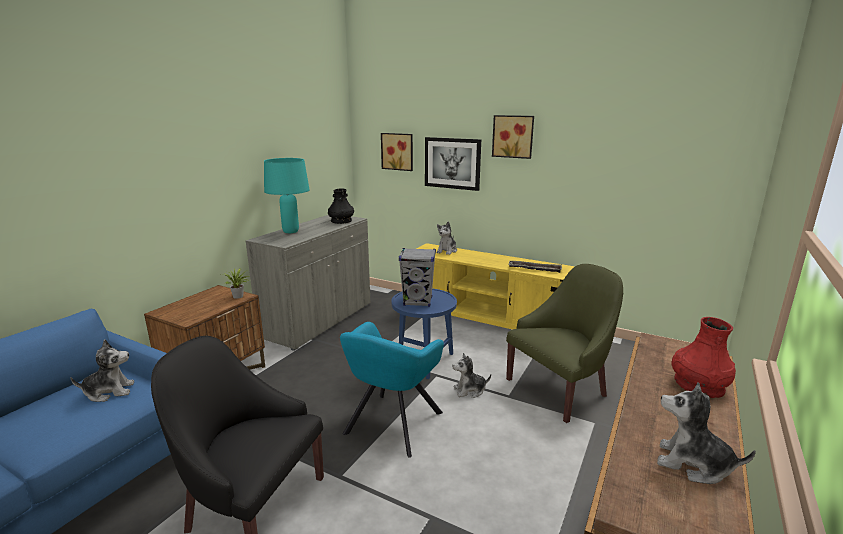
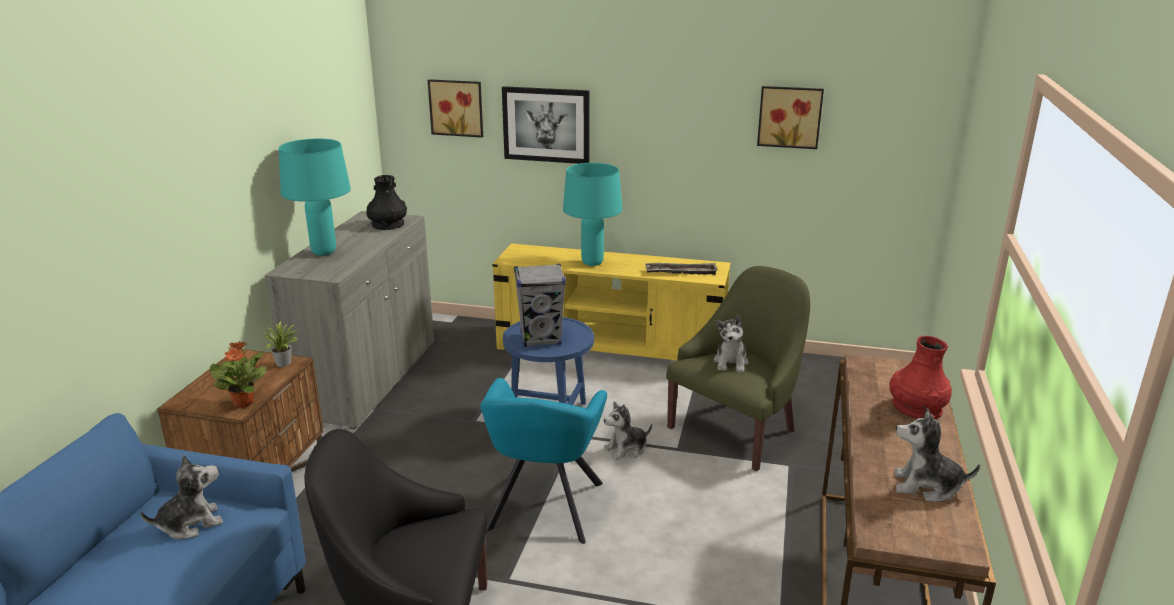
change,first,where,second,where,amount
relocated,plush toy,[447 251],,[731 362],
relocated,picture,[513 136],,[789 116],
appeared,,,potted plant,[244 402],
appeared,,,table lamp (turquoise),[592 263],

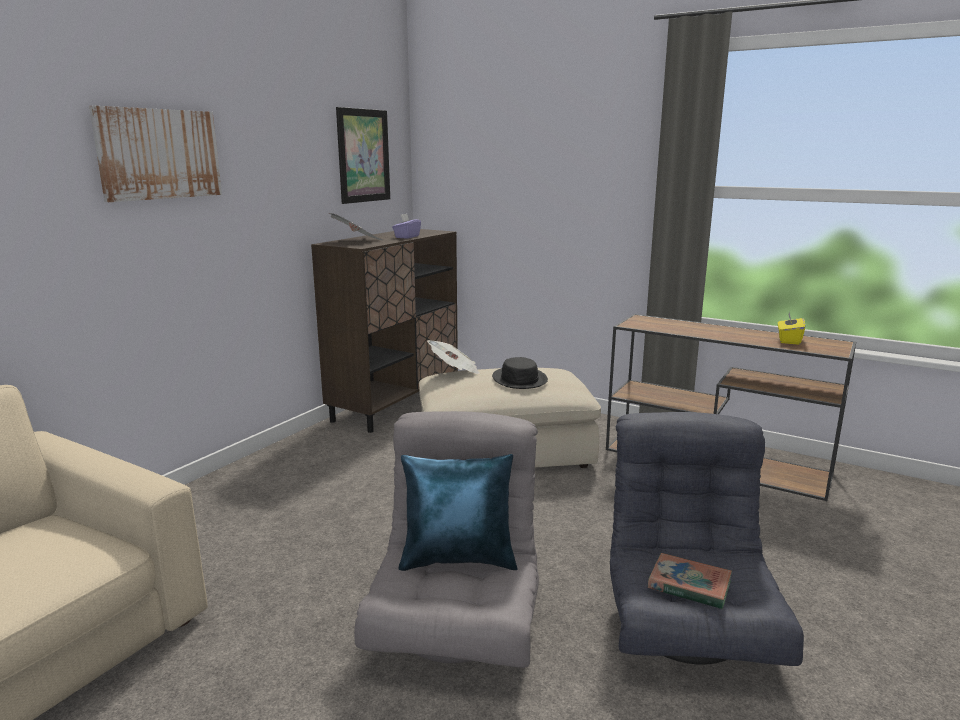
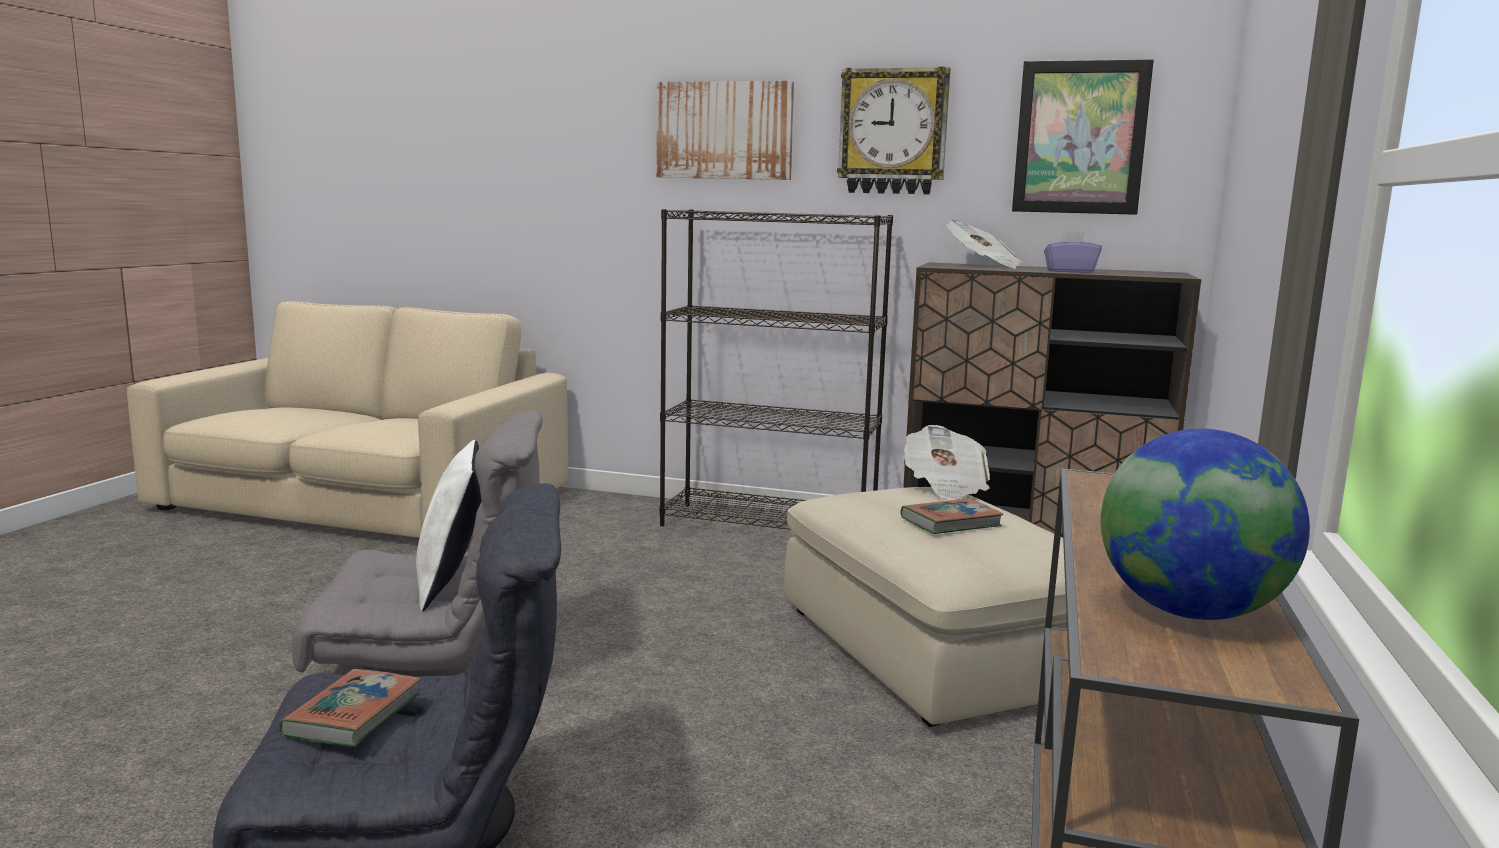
change,first,where,second,where,amount
colour,pillow (blue),[458 559],pillow (white),[453 584],
exchanged,hat (black),[520 379],book,[950 522],
exchanged,tissue box (yellow),[788 340],globe,[1189 612],
appeared,,,bookcase (black),[770 525],
appeared,,,wall clock,[893 132],

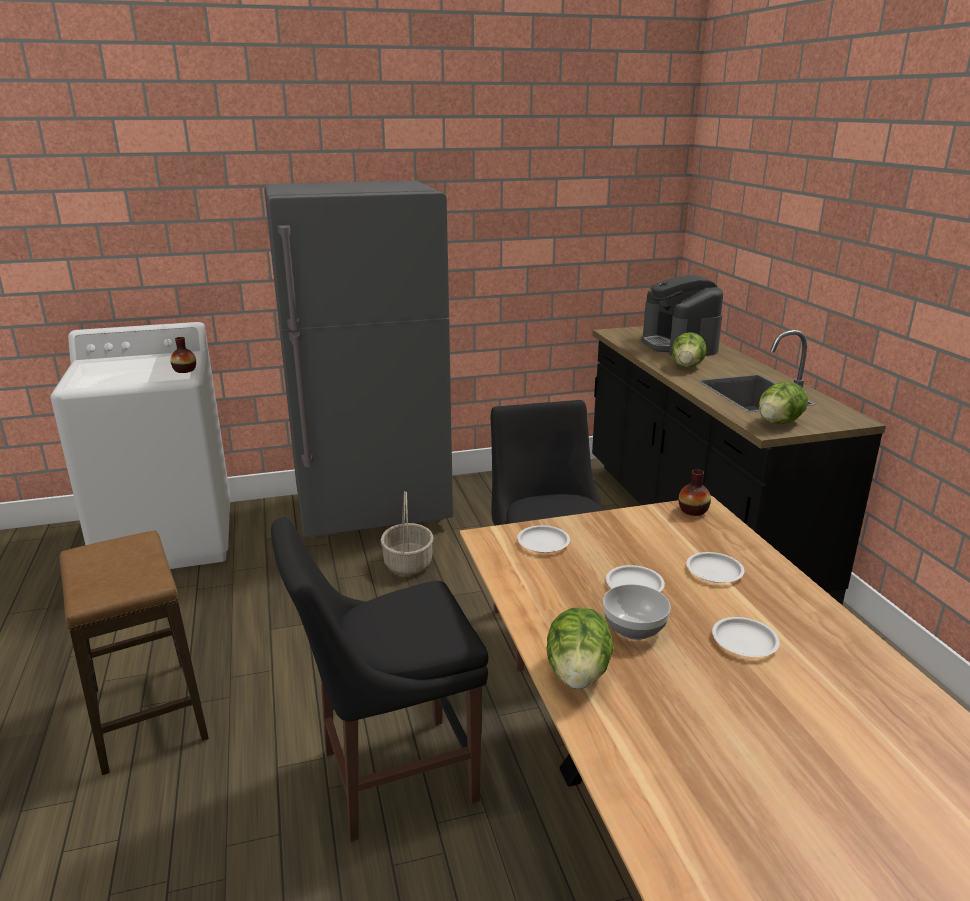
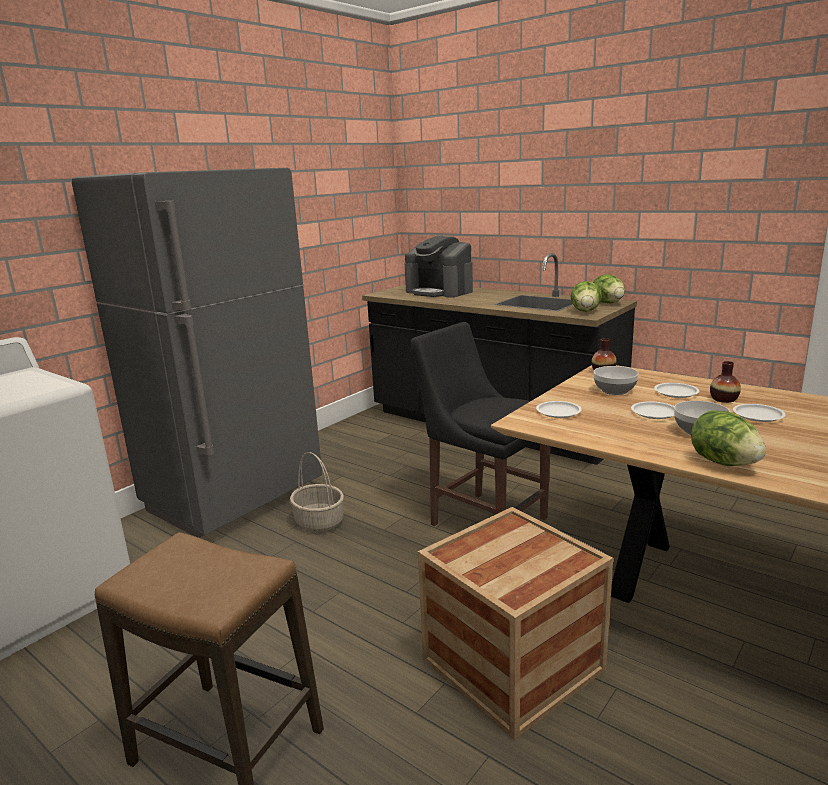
change,first,where,second,where,amount
relocated,vase,[185 370],,[723 399],
exchanged,chair (black),[390 776],crate,[512 665],
relocated,lettuce,[686 366],,[608 303],
appeared,,,bowl,[614 390],

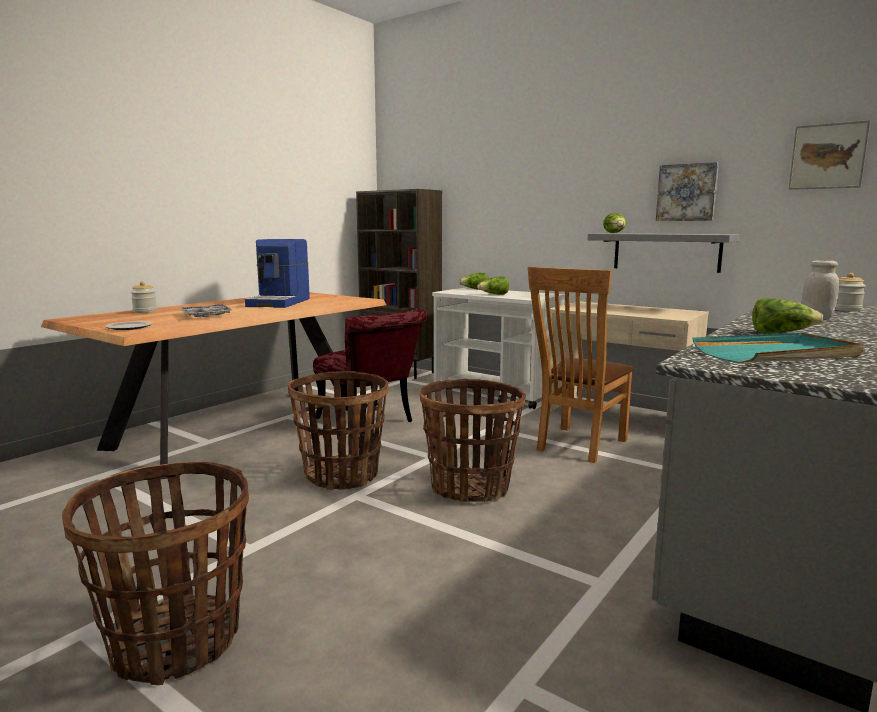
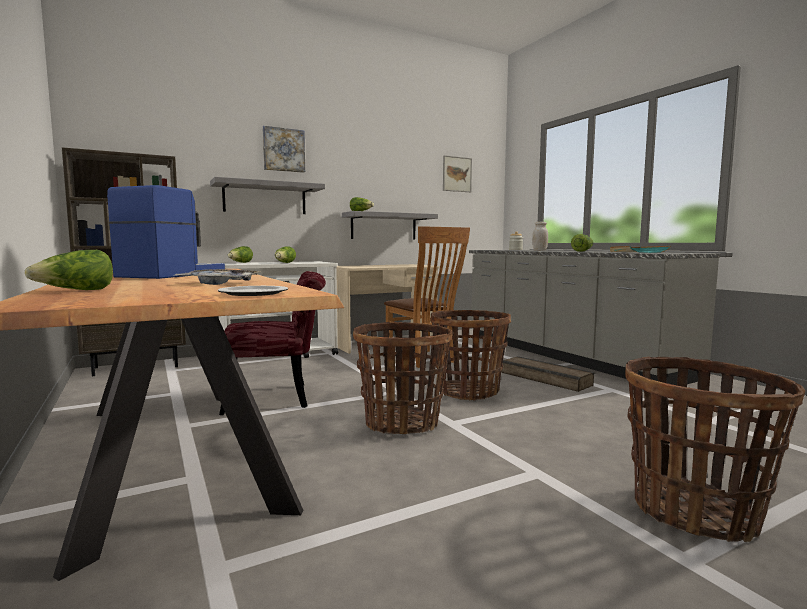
change,first,where,second,where,amount
exchanged,jar,[145 311],lettuce,[76 291],
spun,coffee machine,[280 302],,[170 275],105 degrees counterclockwise
relocated,picture,[687 192],,[283 150],
appeared,,,shelf (grey),[265 198],
appeared,,,crate,[544 379],

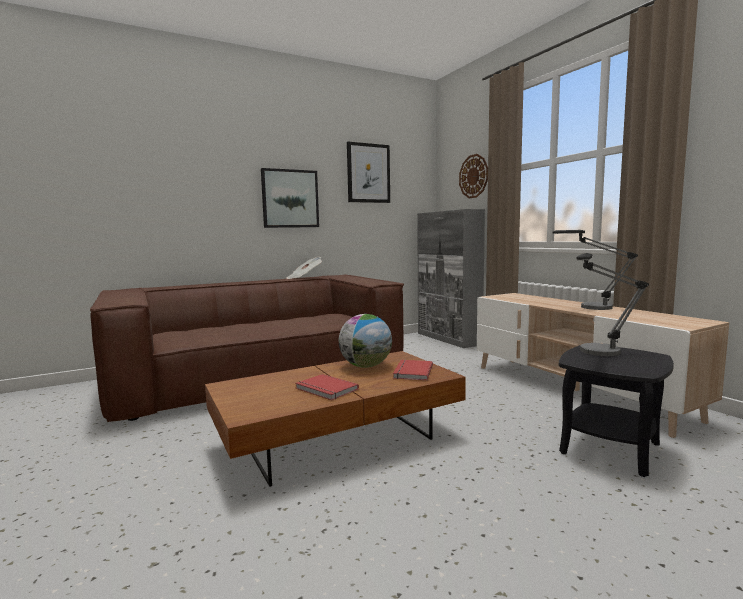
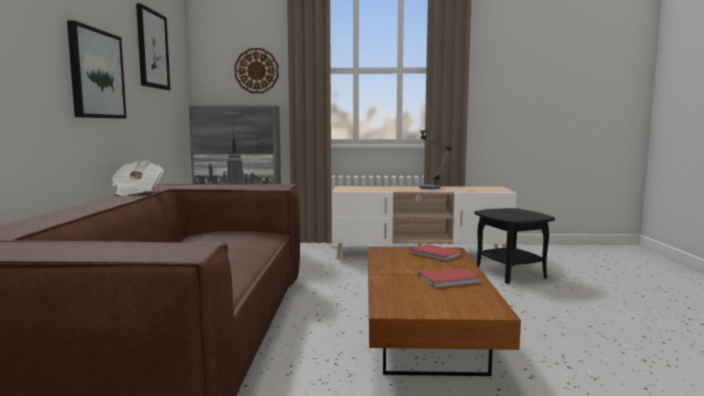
change,first,where,second,where,amount
missing,globe,[366 366],,,
missing,table lamp,[597 354],,,

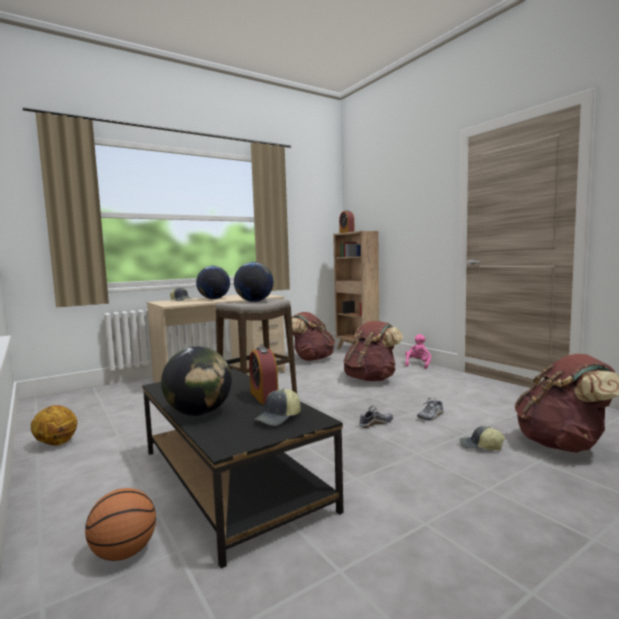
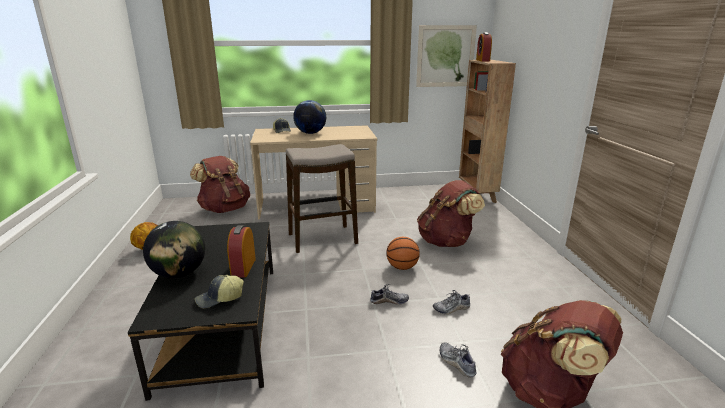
change,first,where,second,where,amount
relocated,basketball,[124 552],,[402 267],
missing,globe,[254 301],,,
relocated,backpack (brown),[312 359],,[225 209],
missing,plush toy (pink),[418 364],,,
exchanged,cap,[481 447],shoe,[456 363],
appeared,,,picture,[445 56],

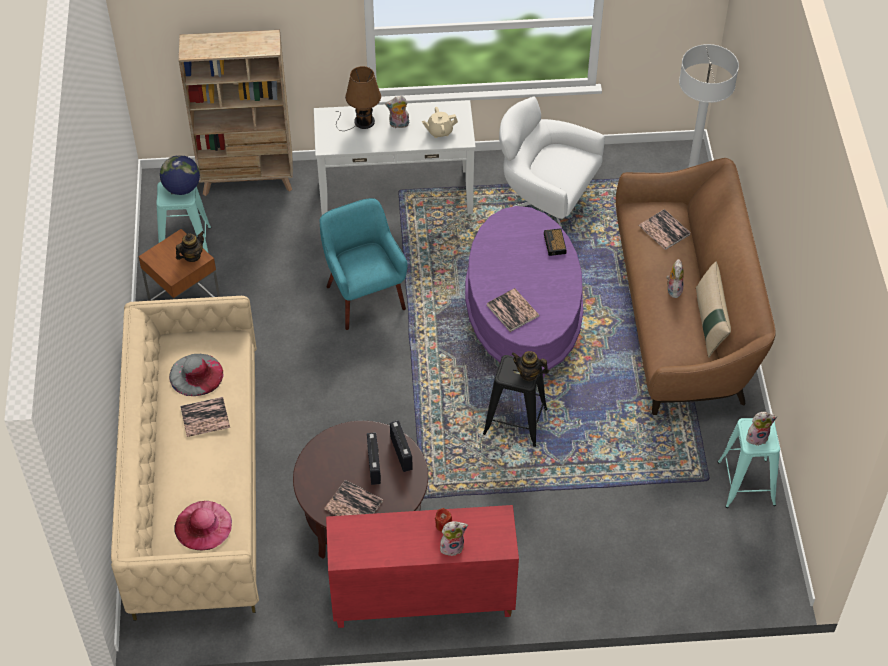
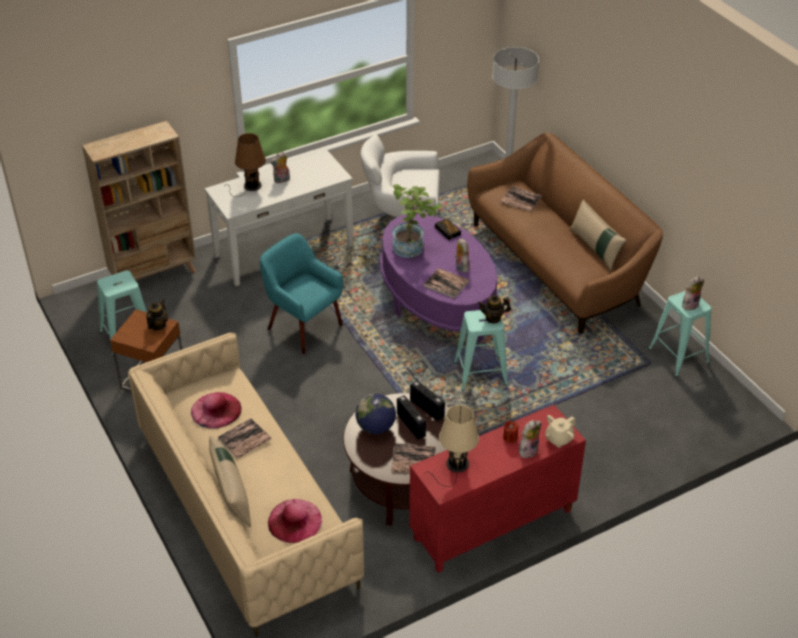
change,first,where,second,where,amount
relocated,globe,[182 188],,[376 427],
colour,hat (grey),[196 374],hat (pink),[216 410],
relocated,teapot (beige),[439 131],,[558 439],
colour,stool (black),[515 421],stool (turquoise),[480 373],
relocated,plush toy,[673 289],,[461 267],
appeared,,,pillow (beige),[232 495],
appeared,,,potted plant,[412 247],
appeared,,,table lamp (beige),[455 465],

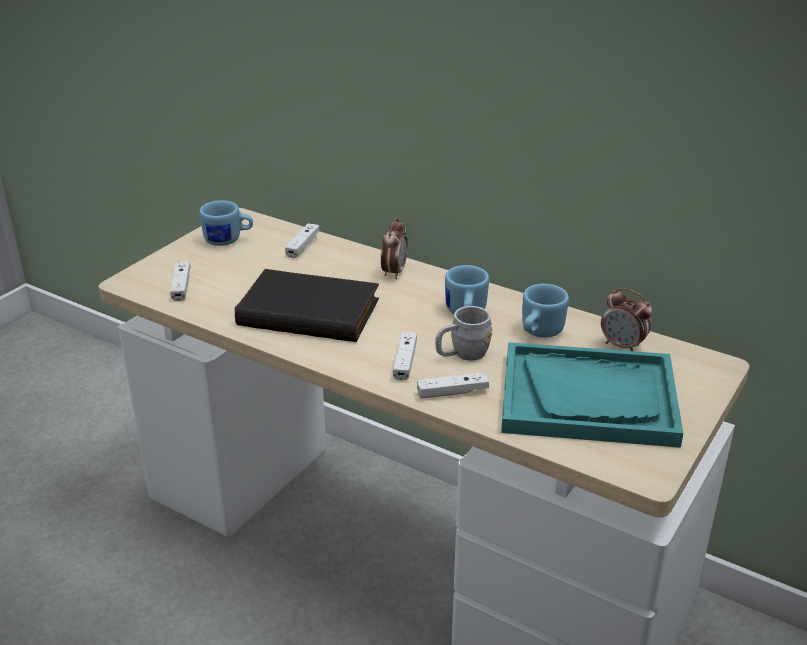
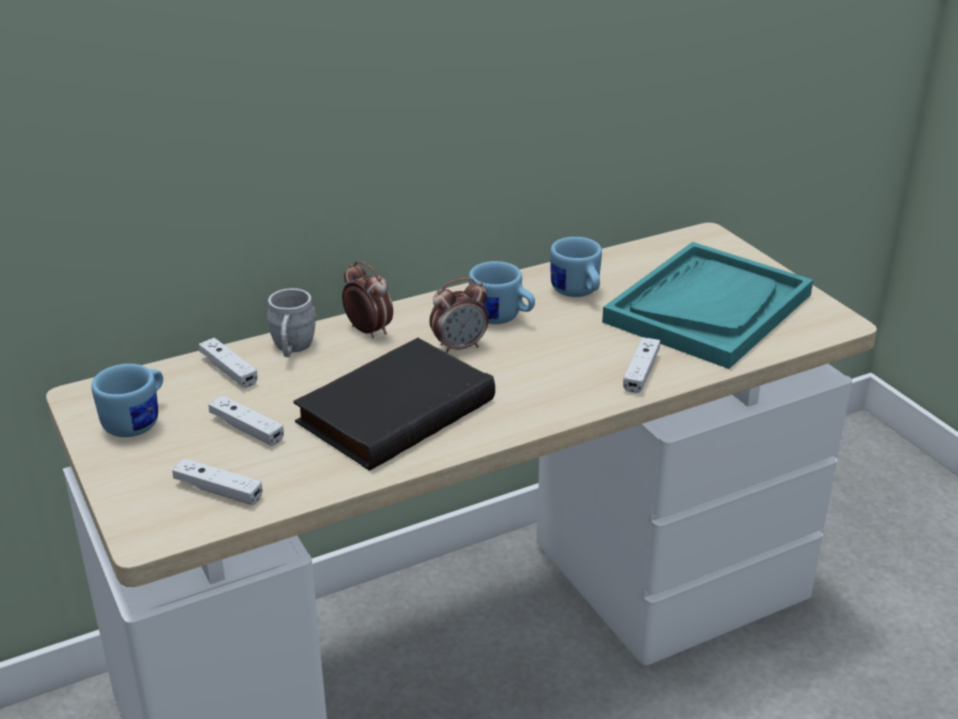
change,first,where,second,where,amount
relocated,game controller (white),[405 362],,[247 429],
relocated,mug (grey),[462 354],,[292 349],
relocated,alarm clock,[622 346],,[459 347],

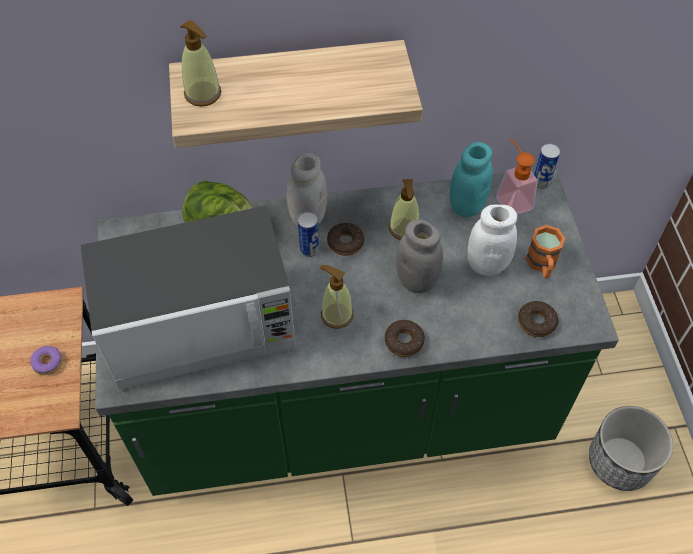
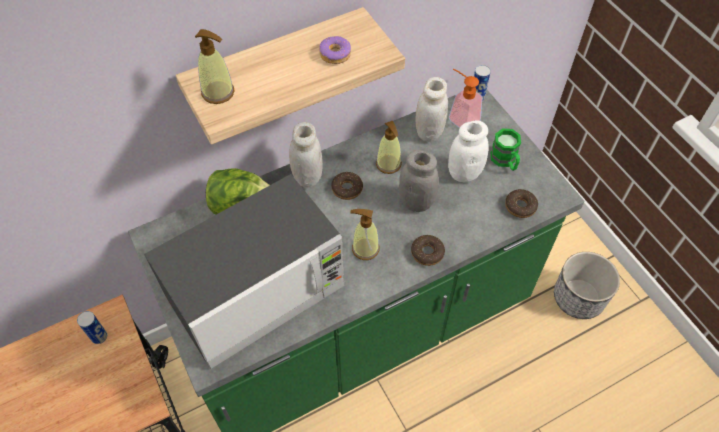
change,first,where,second,where,amount
relocated,donut,[48 363],,[335 54],
relocated,can,[309 249],,[99 337],
colour,jar (turquoise),[466 206],jar (white),[429 132],
colour,mug (orange),[542 265],mug (green),[505 161],

